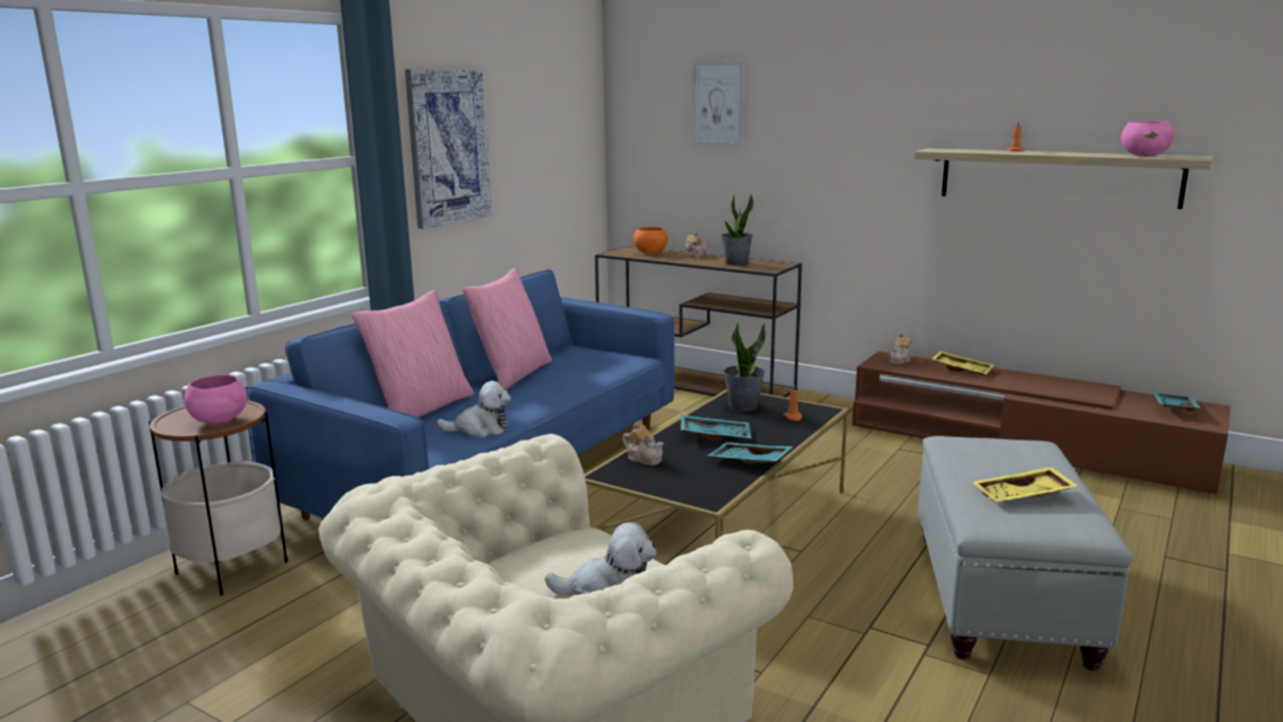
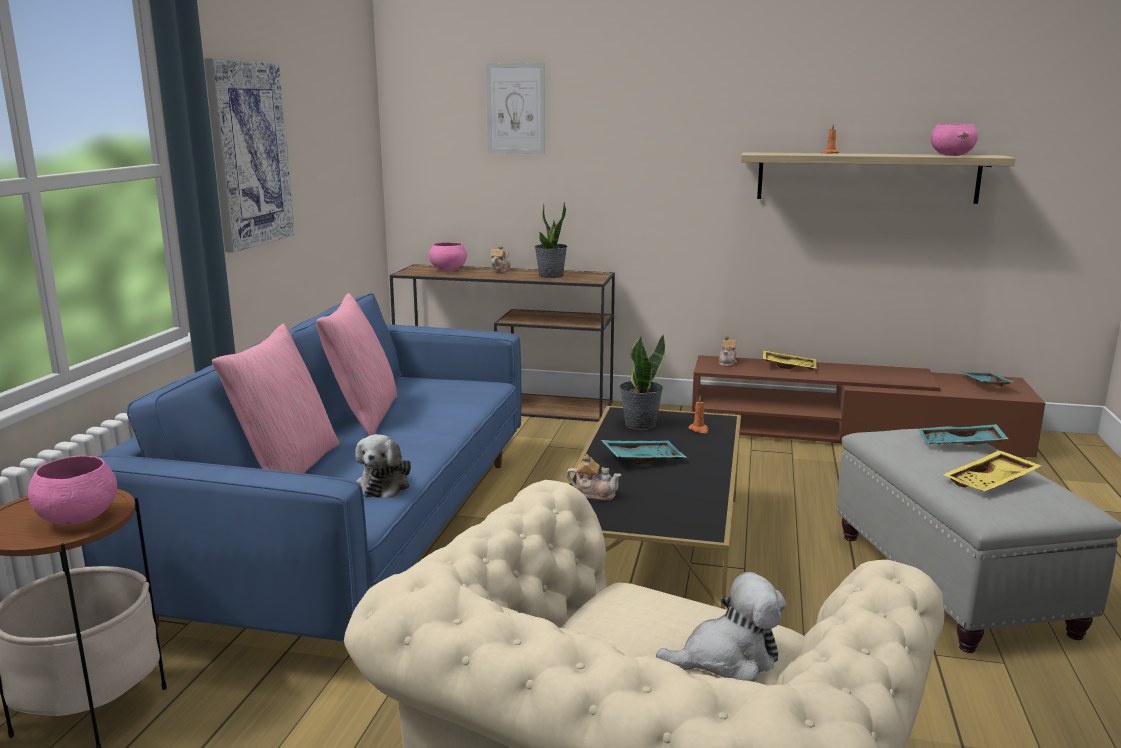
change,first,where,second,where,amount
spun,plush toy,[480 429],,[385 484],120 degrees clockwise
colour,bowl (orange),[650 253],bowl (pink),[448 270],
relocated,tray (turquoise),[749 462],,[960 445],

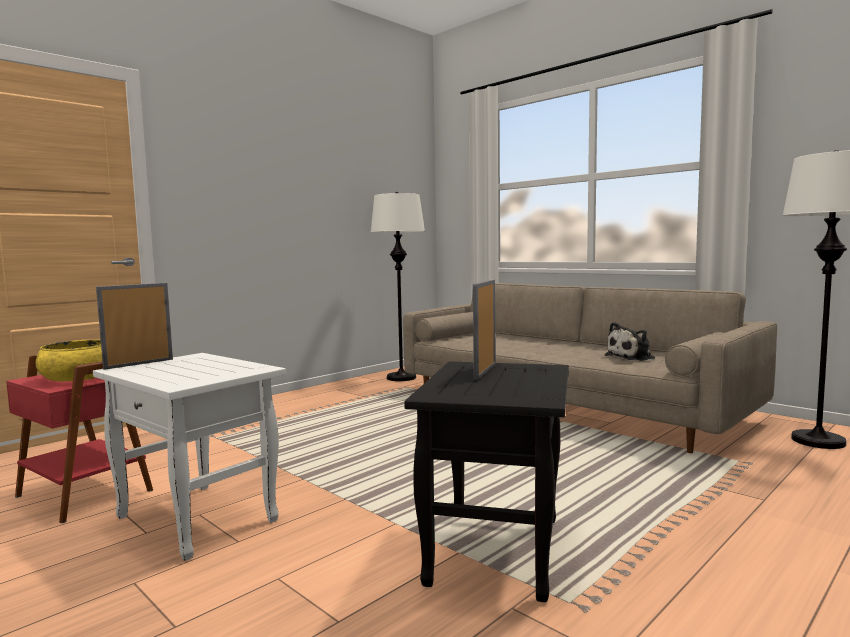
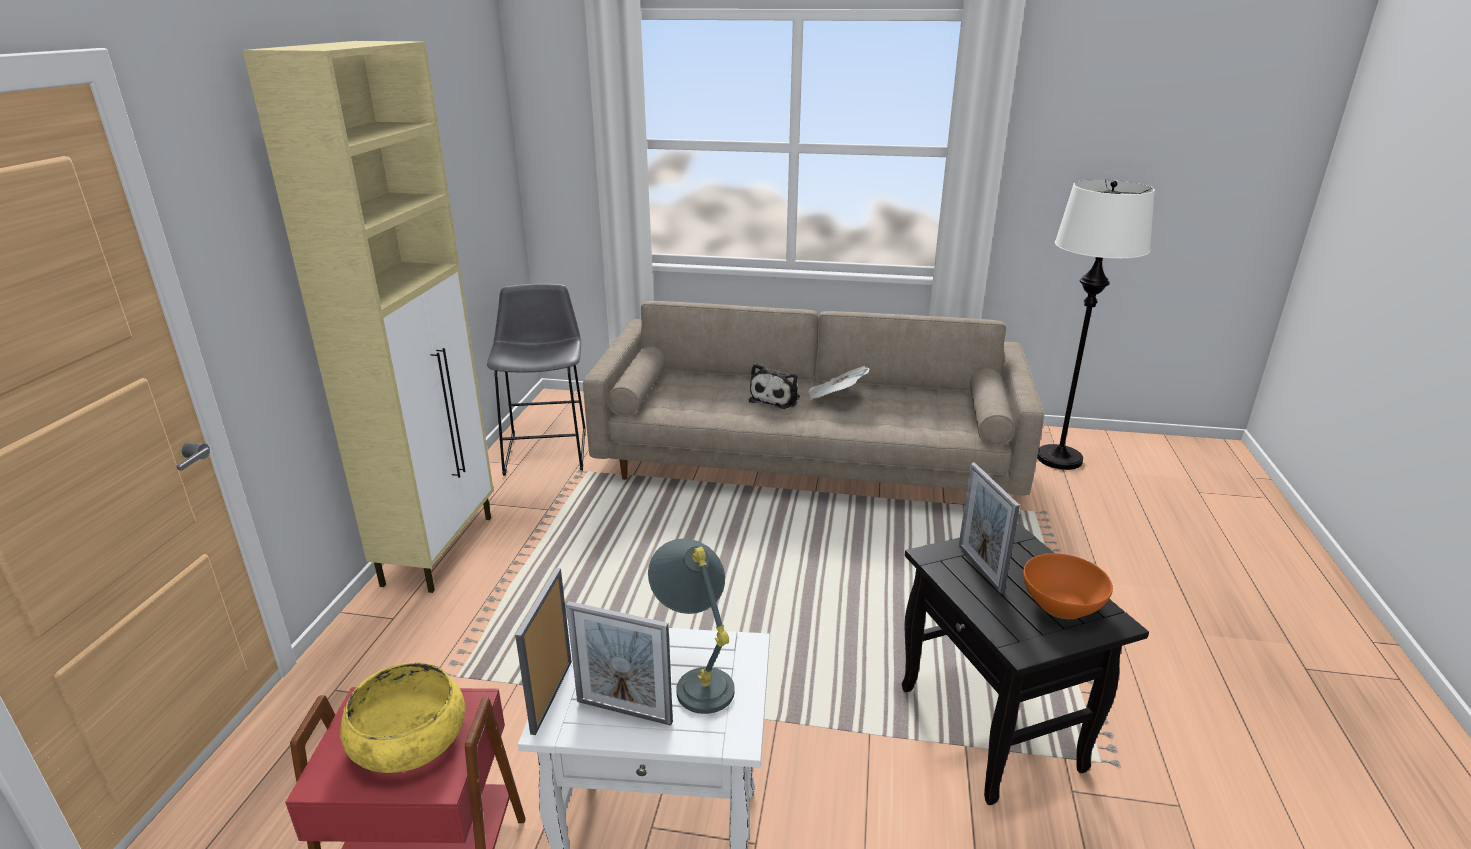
change,first,where,second,where,amount
exchanged,floor lamp (white),[401 378],stool (grey),[547 449],
relocated,plush toy,[632 357],,[776 398],
appeared,,,cabinet (beige),[440 549],
appeared,,,picture frame,[624 711],
appeared,,,table lamp (grey),[697 677],
appeared,,,newspaper,[835 398],
appeared,,,bowl (orange),[1062 604],

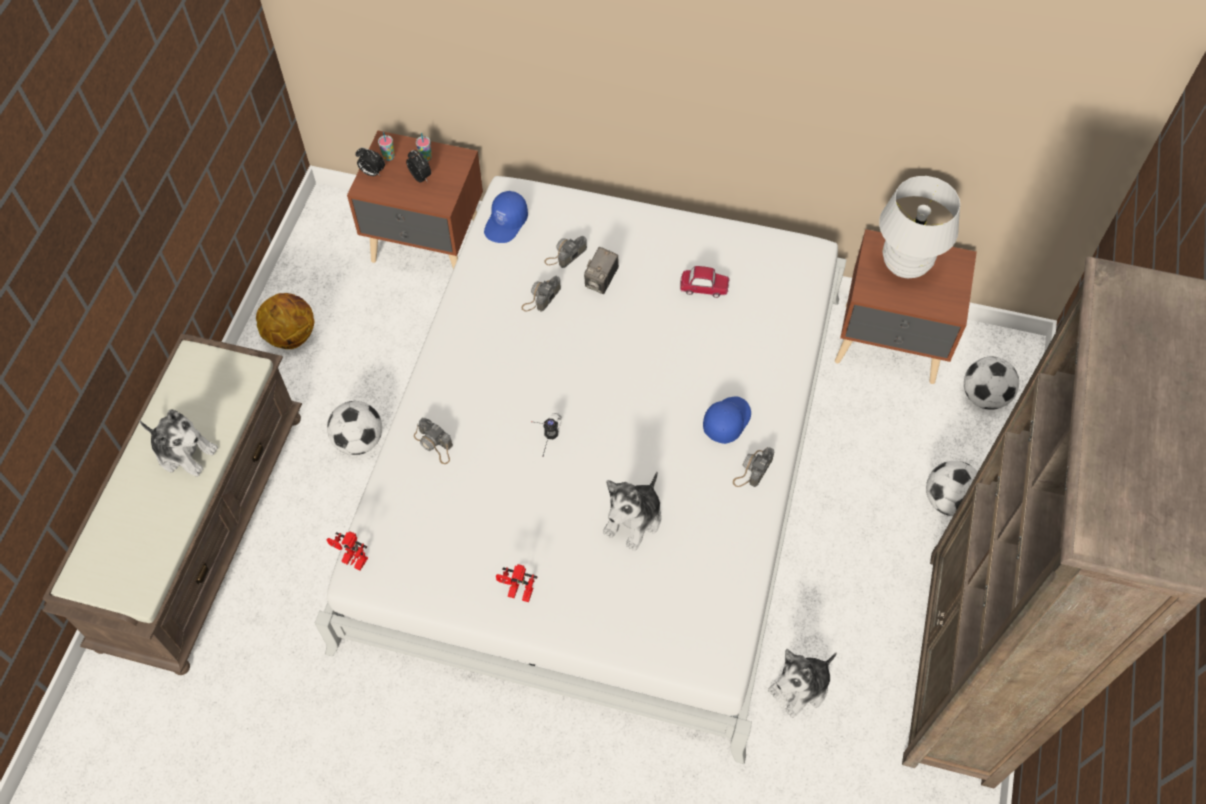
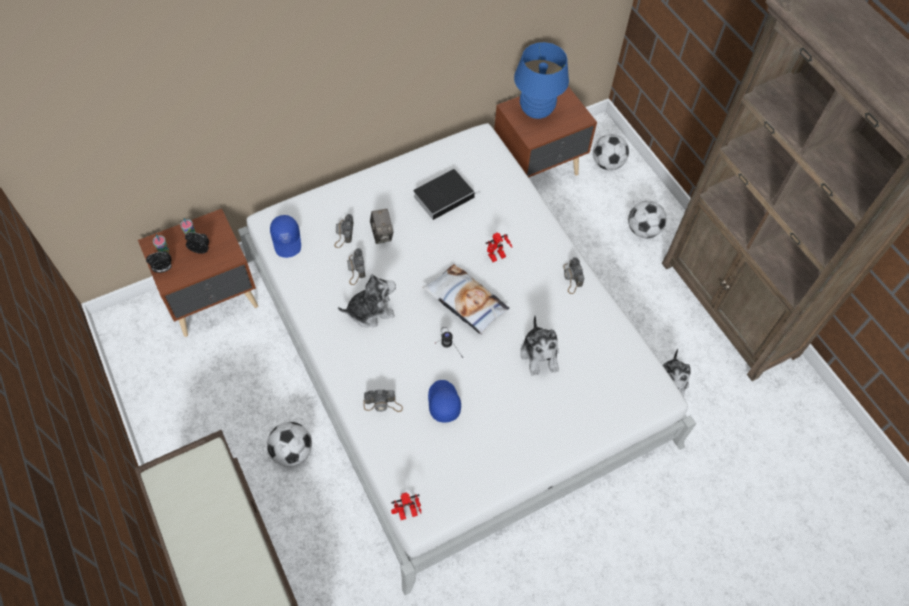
change,first,where,second,where,amount
relocated,plush toy,[184 451],,[370 311],
missing,basketball,[291 335],,,
relocated,toy robot,[517 595],,[496 258],
exchanged,toy car,[704 286],book,[445 195],
relocated,cap (blue),[726 421],,[443 402],
colour,table lamp (white),[904 265],table lamp (blue),[536 111],
appeared,,,pillow,[465 302],

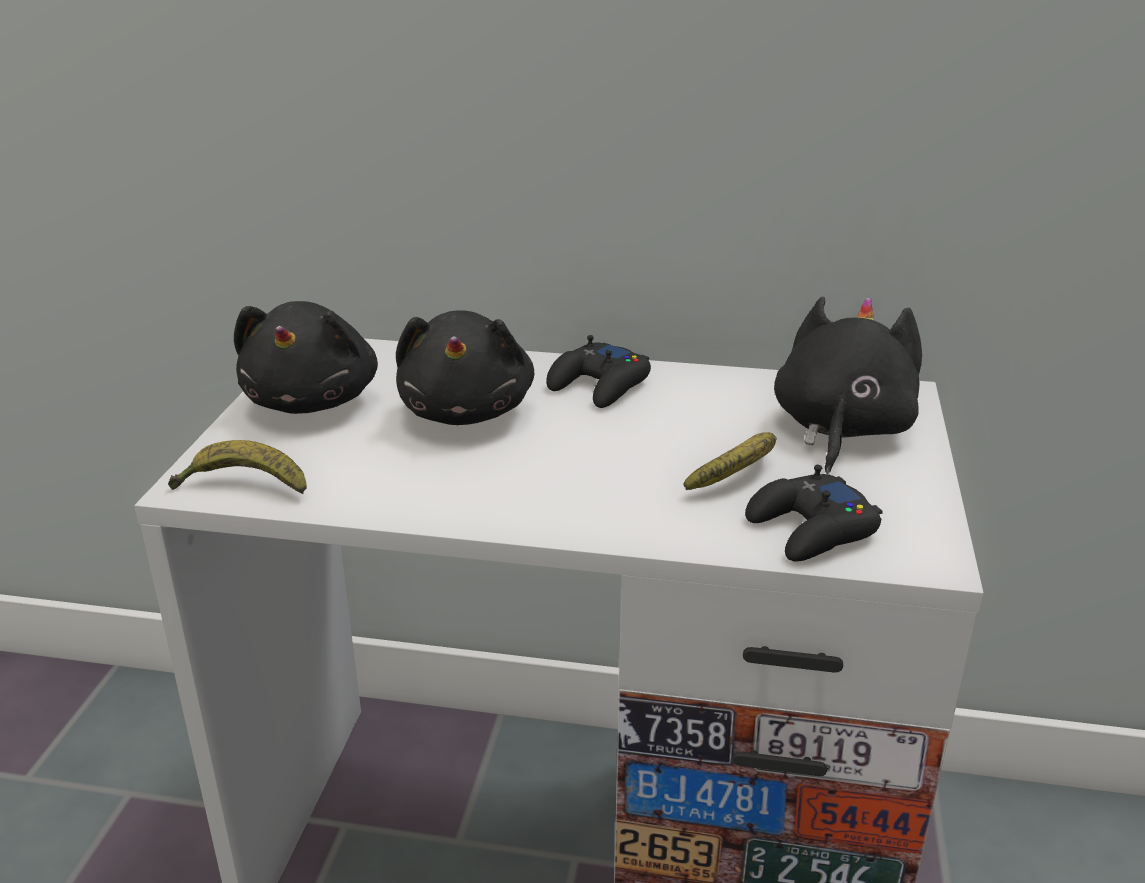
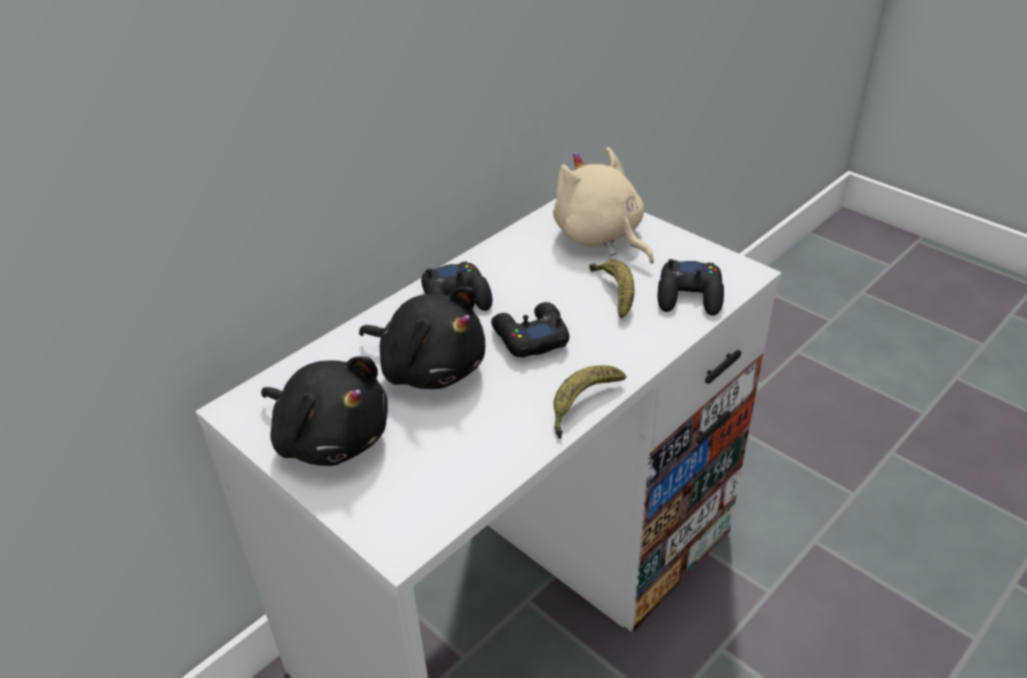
change,first,where,second,where,amount
relocated,banana,[243 486],,[582 405],
colour,plush toy (black),[840 429],plush toy (beige),[601 238],
appeared,,,game controller (black),[530 337],

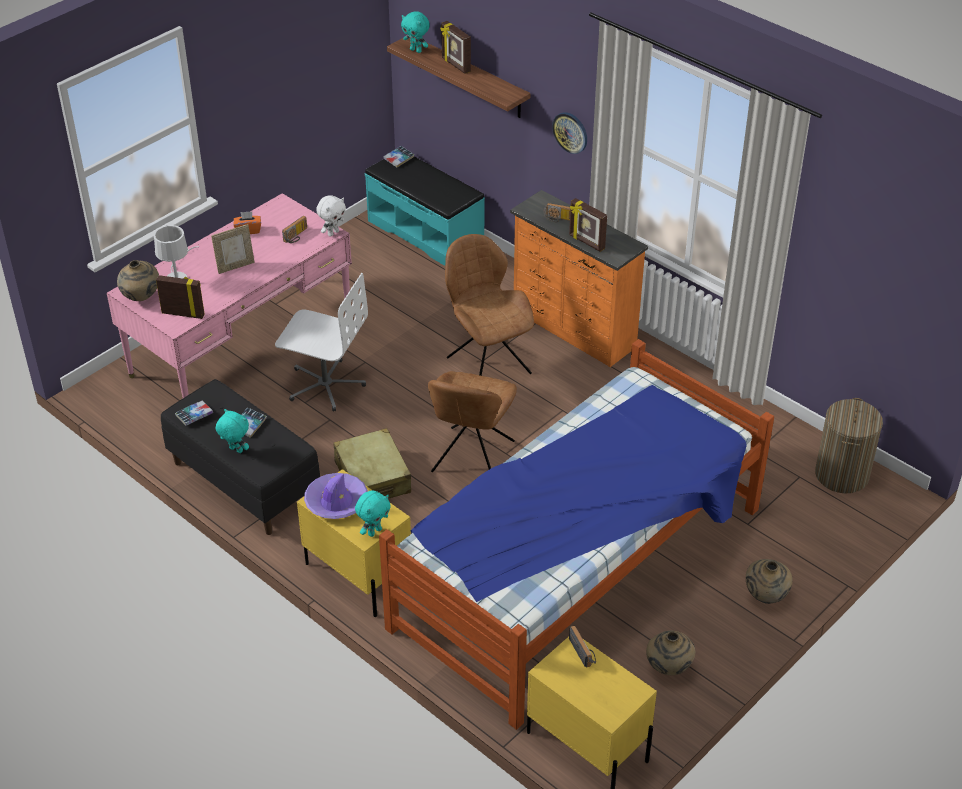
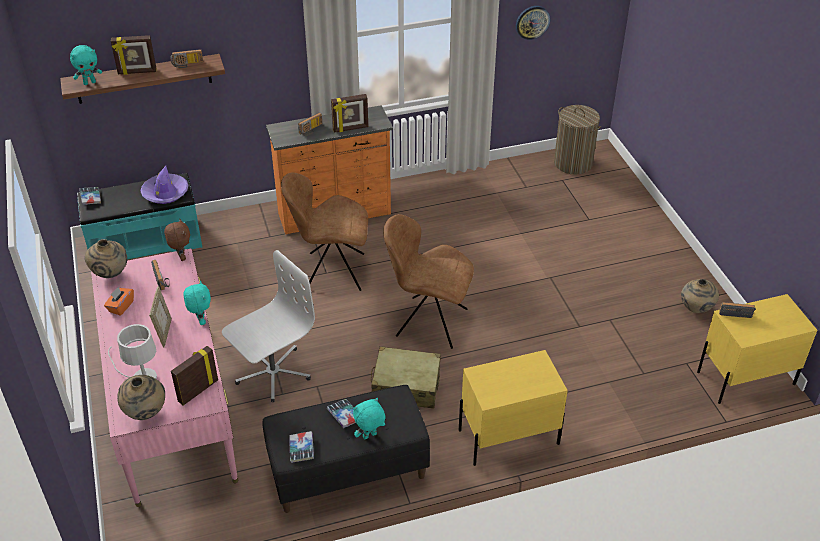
change,first,where,second,where,amount
relocated,hat (purple),[336 501],,[165 193],
colour,plush toy (white),[333 233],plush toy (brown),[181 257],
relocated,plush toy (turquoise),[374 531],,[201 320],
missing,bed,[580 568],,,
spun,chair (brown),[471 459],,[428 322],150 degrees clockwise
relocated,wall clock,[570 132],,[532 22],
relocated,vase (beige),[765 597],,[110 274],
appeared,,,radio,[187 64],

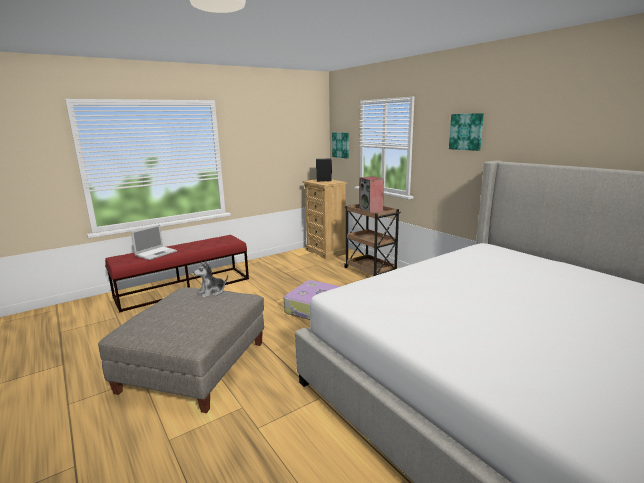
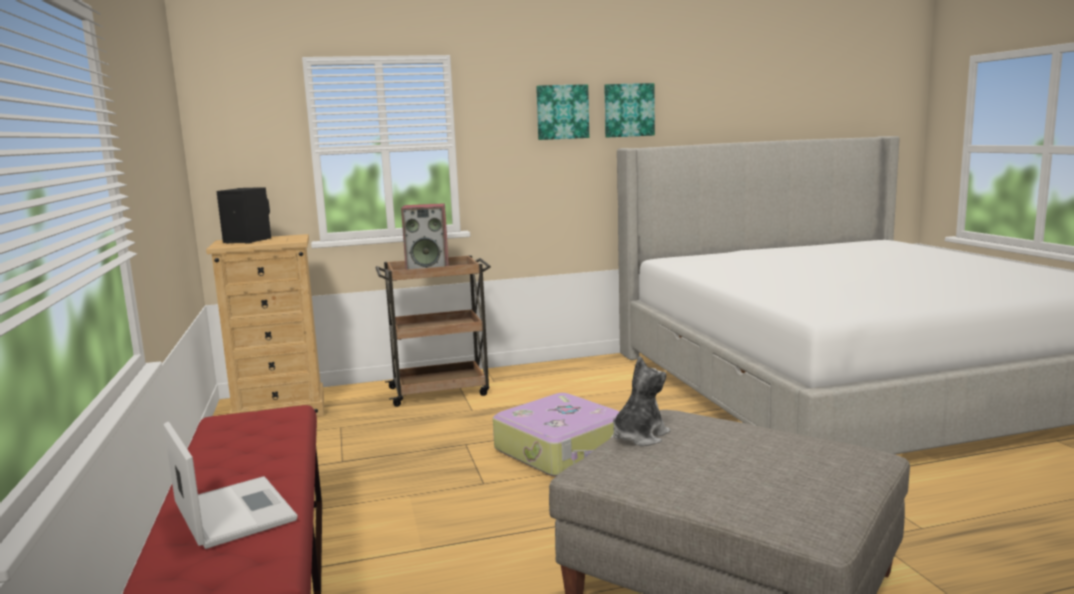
change,first,where,second,where,amount
spun,plush toy,[212 292],,[639 436],120 degrees counterclockwise
relocated,picture,[341 145],,[628 110],

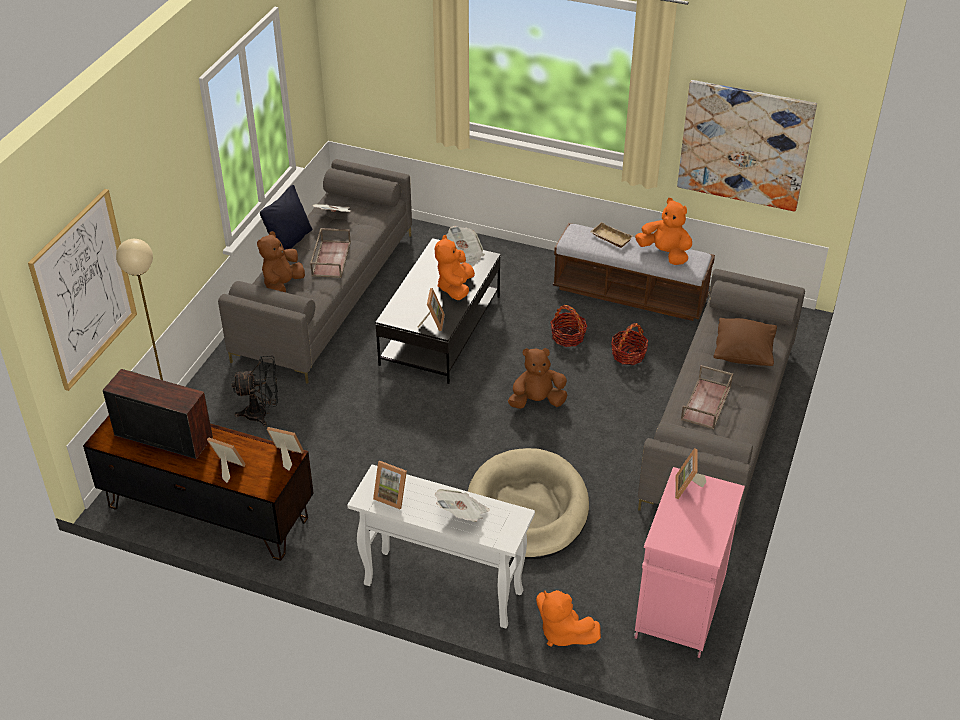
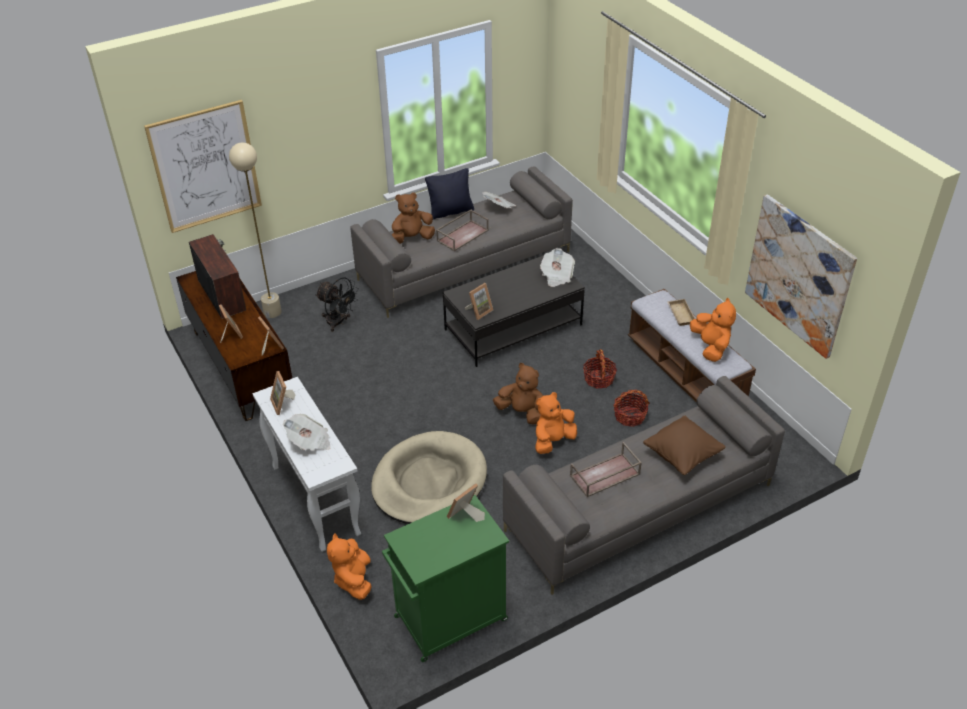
change,first,where,second,where,amount
relocated,plush toy (orange),[455 288],,[553 441],
colour,cabinet (pink),[679 610],cabinet (green),[448 619],

